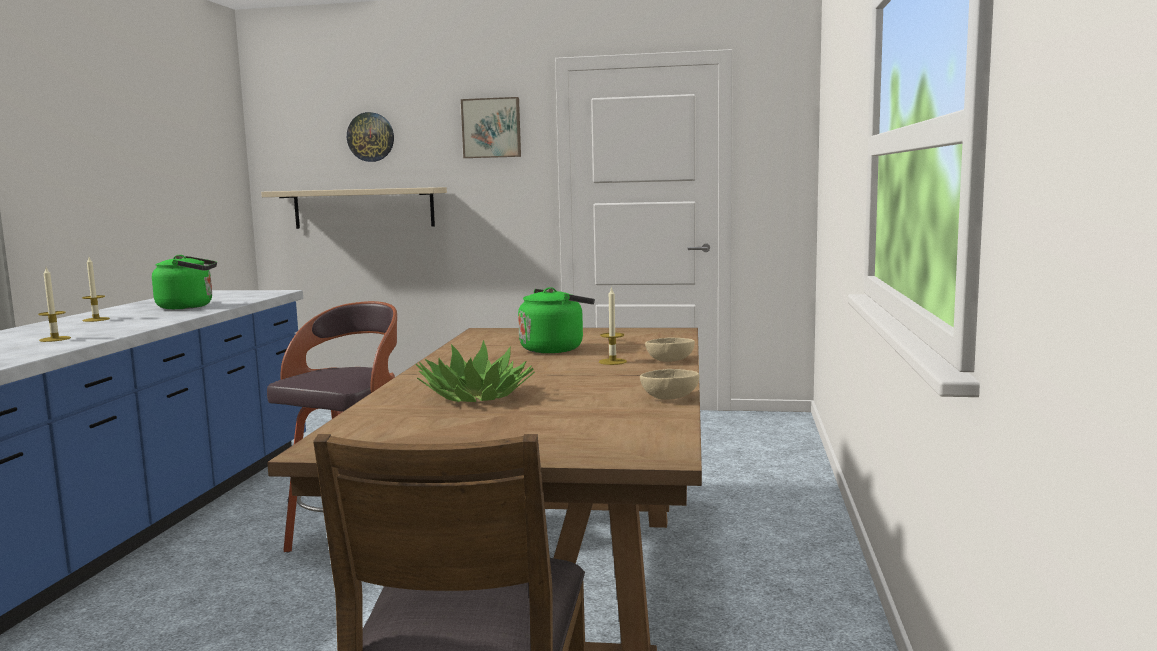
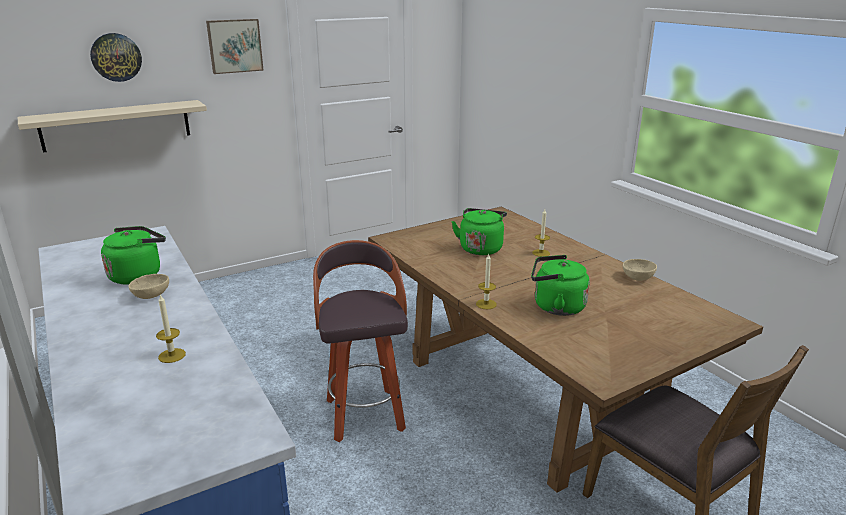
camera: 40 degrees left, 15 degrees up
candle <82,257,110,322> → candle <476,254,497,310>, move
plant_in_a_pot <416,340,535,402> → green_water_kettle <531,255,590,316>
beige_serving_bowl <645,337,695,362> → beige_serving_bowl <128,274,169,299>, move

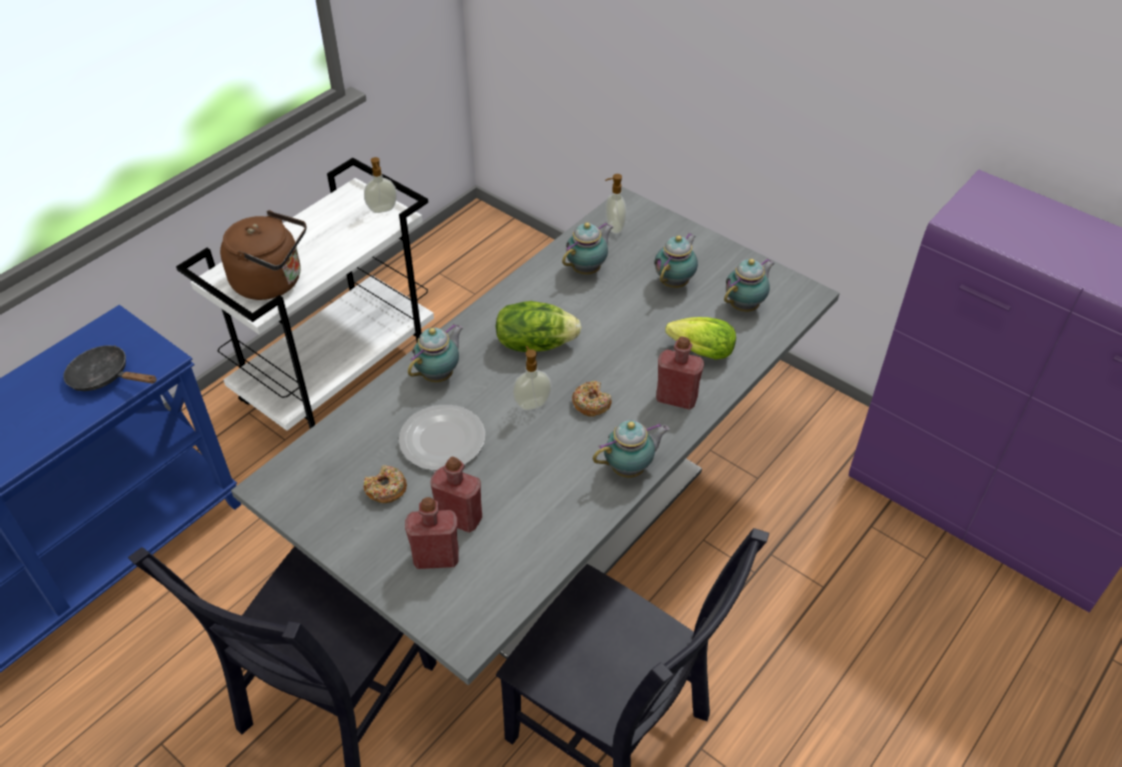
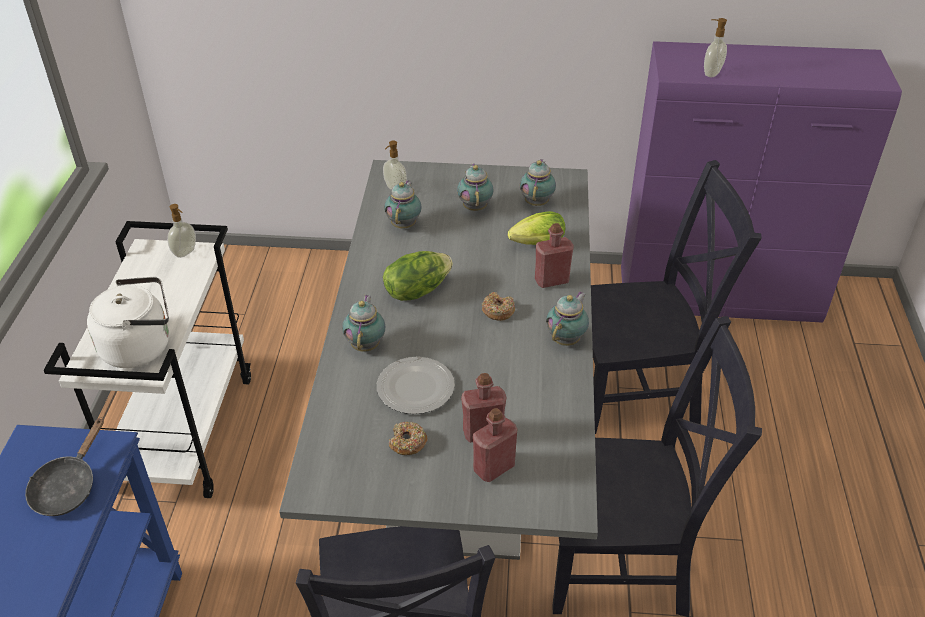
camera: 35 degrees left, 5 degrees down
black-coloured_frying_pan <63,345,157,391> → black-coloured_frying_pan <25,417,104,516>, 60 degrees counterclockwise
brown-coloured_water_kettle <220,210,306,300> → white_water_kettle <87,277,169,368>
liquid_soap_bottle <512,346,552,410> → liquid_soap_bottle <704,18,727,77>, move
- → black-coloured_upright_chair <591,160,762,434>

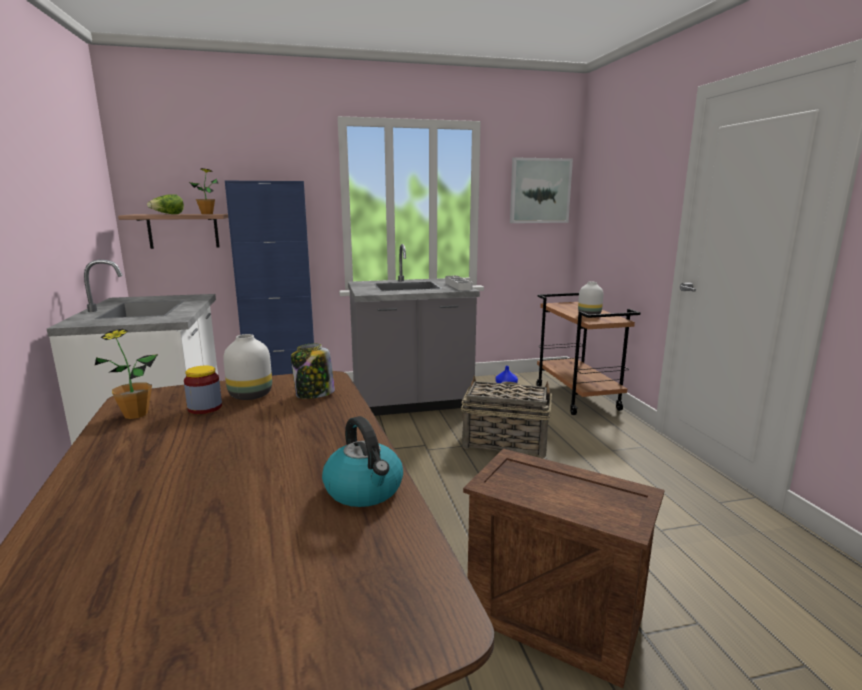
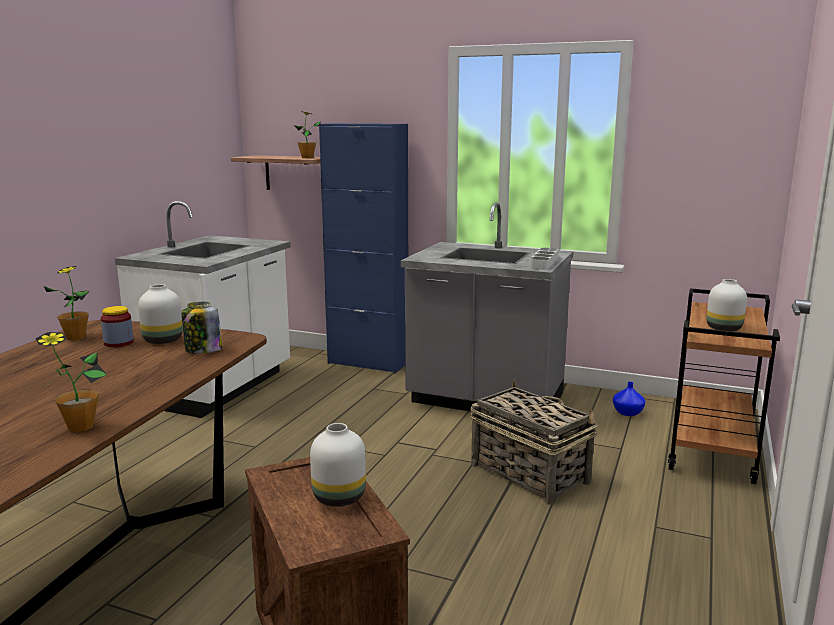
camera: 35 degrees right, 0 degrees up
lettuce_head <147,194,184,214> → -
water_kettle <322,416,403,507> → plant_in_a_pot <35,332,107,432>
picture <510,157,573,223> → -
- → white_decorative_vase <310,423,366,507>

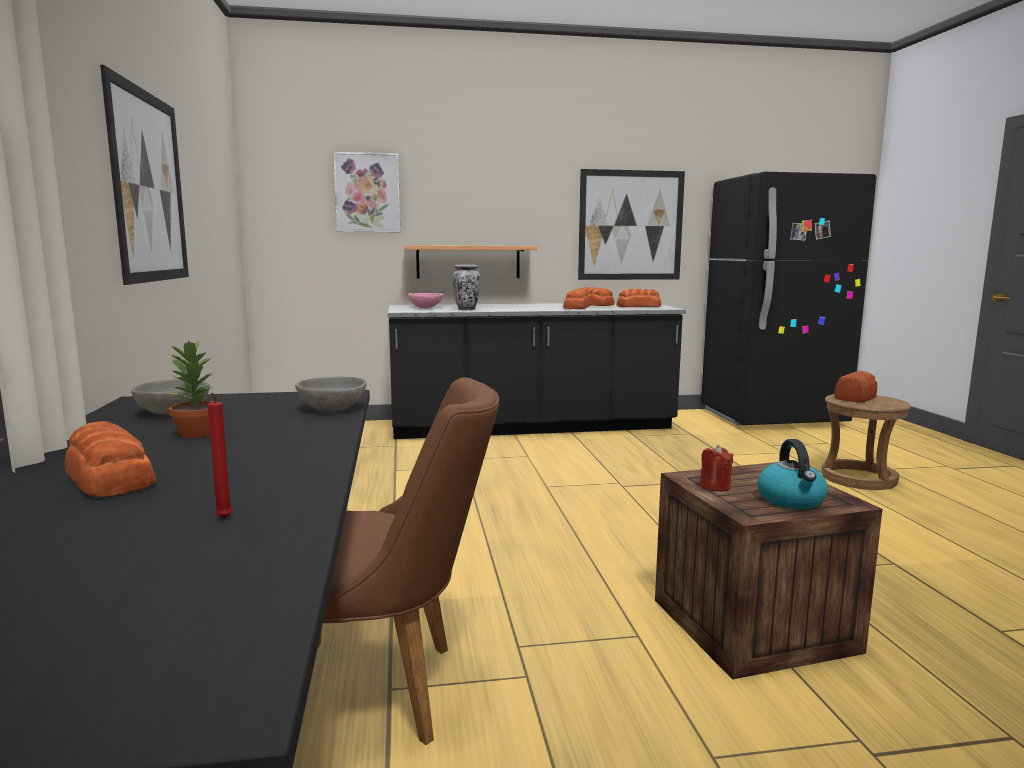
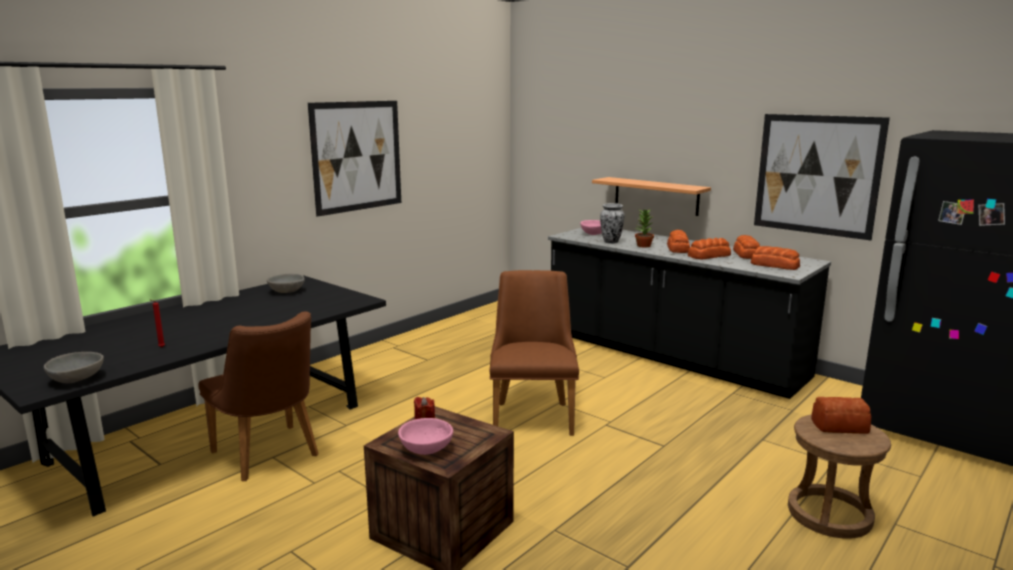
camera: 50 degrees right, 5 degrees up
bakery_bread <64,421,156,497> → bakery_bread <667,230,690,253>, move
plant_in_a_pot <167,341,214,438> → plant_in_a_pot <635,209,654,248>, move
gray_serving_bowl <295,376,367,411> → gray_serving_bowl <44,352,104,383>, move
picture <333,152,400,232> → -
water_kettle <757,439,828,509> → pink_serving_bowl <398,418,453,455>
- → brown-coloured_upright_chair <490,270,579,436>

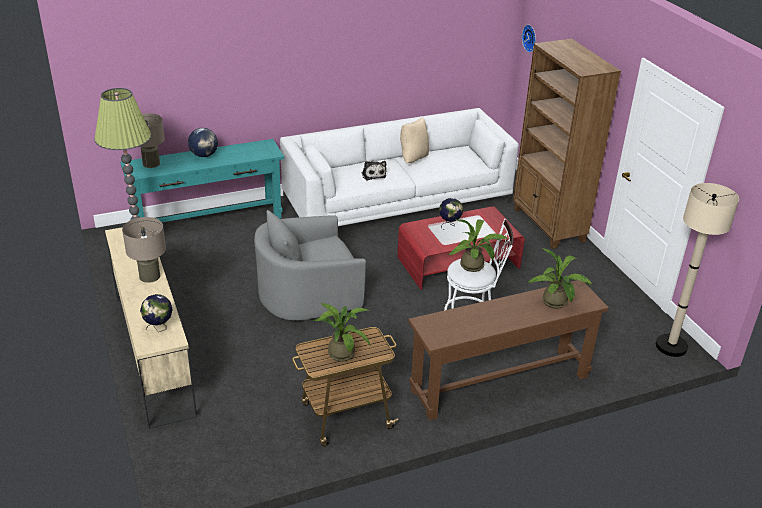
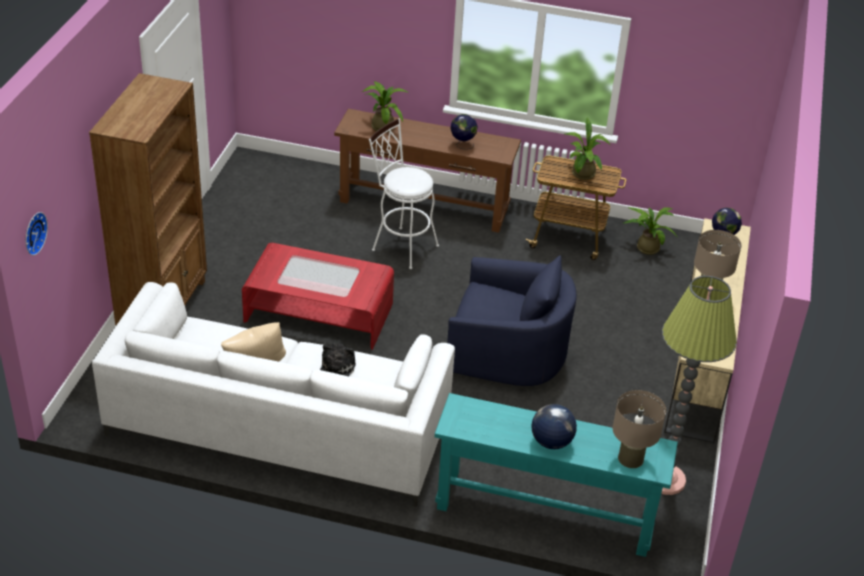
camera: 145 degrees left, 5 degrees up
gray_easy_chair <254,210,366,321> → bluish_easy_chair <447,256,577,386>
globe <439,198,463,229> → globe <450,114,478,149>, move
plant_in_a_pot <448,219,508,272> → plant_in_a_pot <624,207,678,255>, move
beige_standard_lamp <656,183,739,357> → -

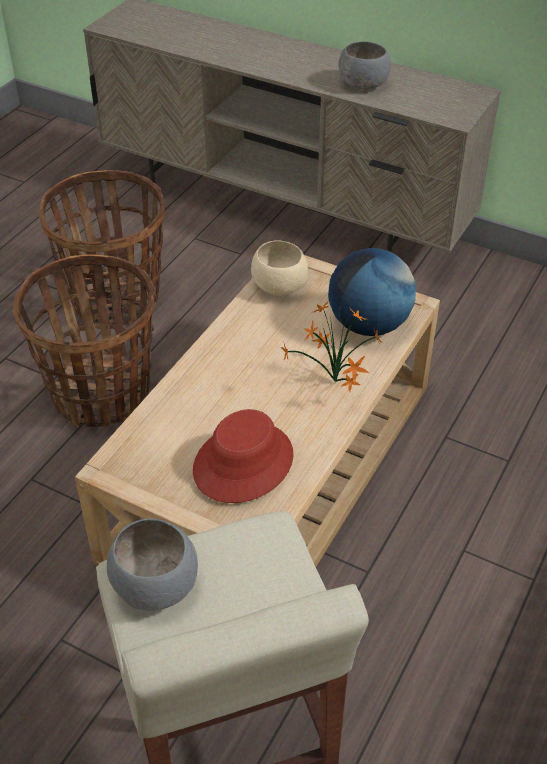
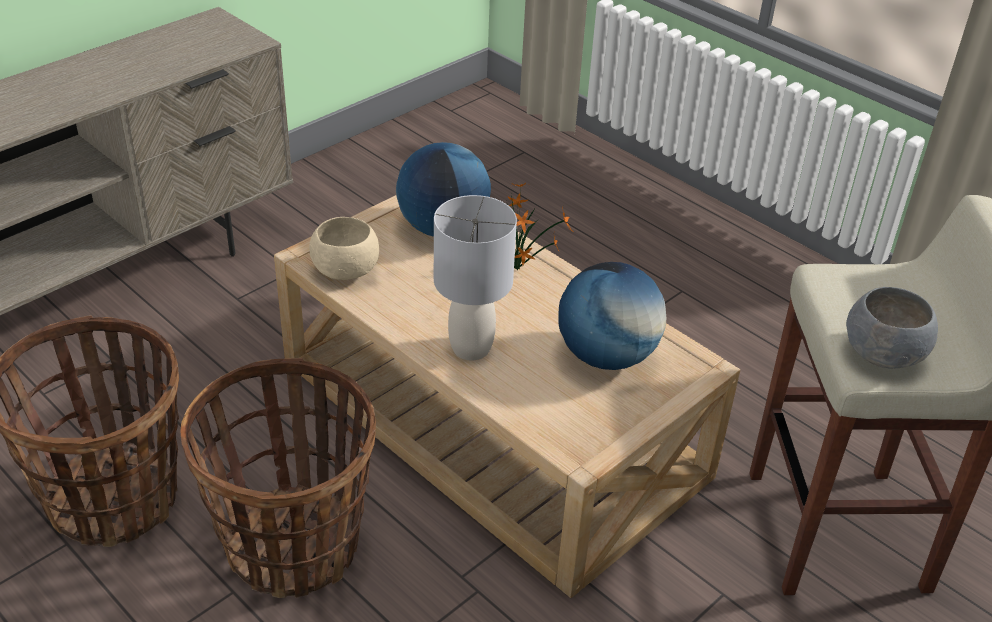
camera: 75 degrees left, 5 degrees down
reddish_hat <193,409,293,503> → globe <558,262,666,370>
gray_serving_bowl <338,41,391,89> → -
- → gray_table_lamp <434,195,517,360>

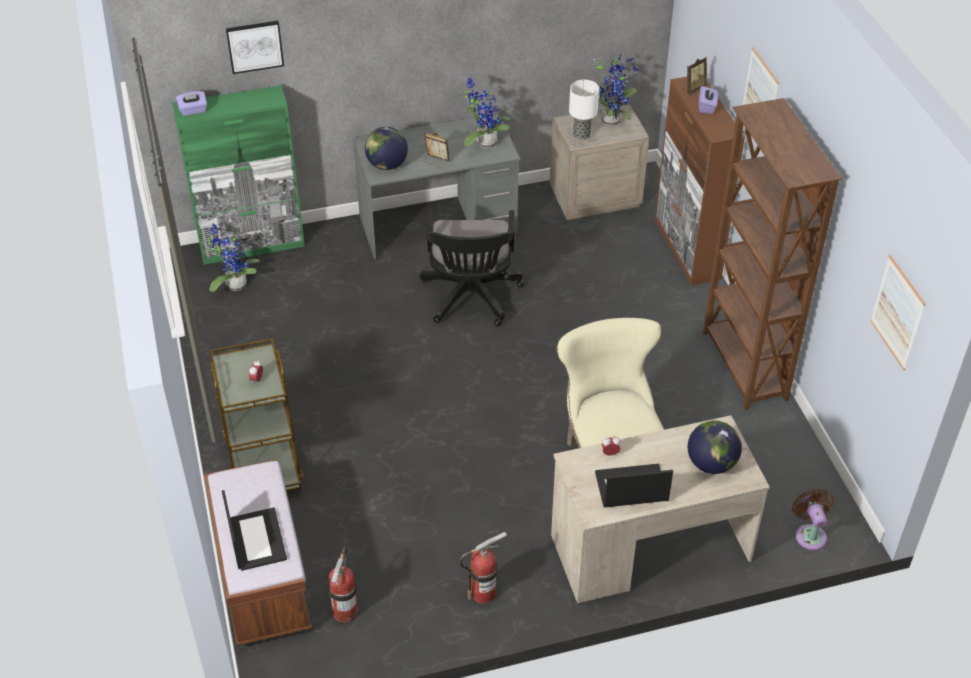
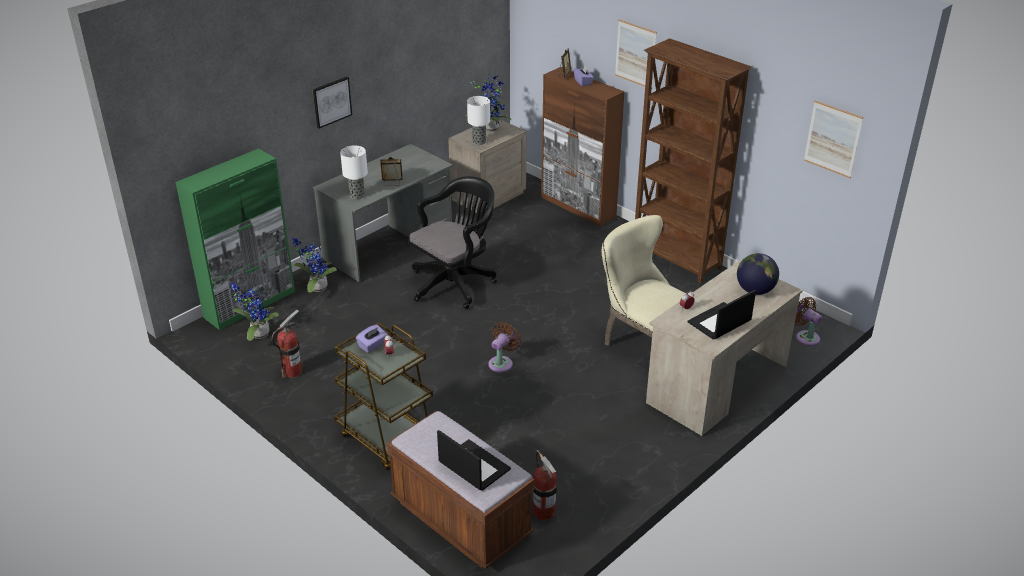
camera: 30 degrees left, 10 degrees down
purple-coloured_tissue_box <176,91,207,116> → purple-coloured_tissue_box <356,325,388,353>, move
picture <226,21,284,74> → picture <313,77,352,128>, move
globe <365,127,408,170> → table_lamp <340,146,368,199>
black-coloured_desk_chair <420,210,524,327> → black-coloured_desk_chair <408,176,497,309>, 105 degrees counterclockwise
fire_extinguisher <460,532,507,604> → fire_extinguisher <272,310,302,378>, move
plant_in_a_pot <464,78,510,148> → plant_in_a_pot <292,238,337,293>, move
- → brown-coloured_electric_fan <489,322,521,372>

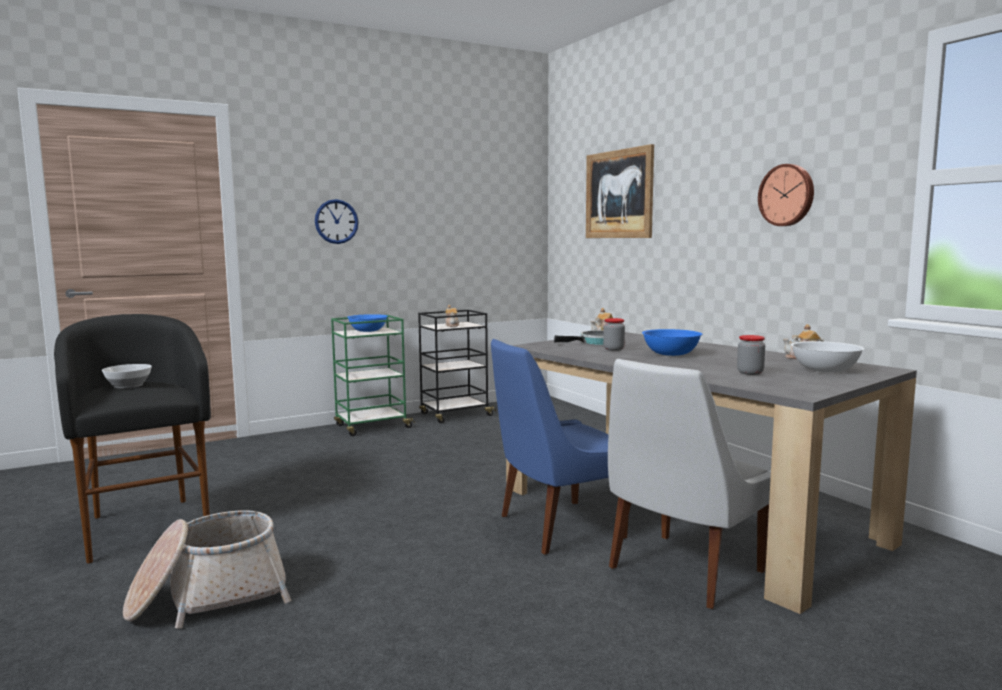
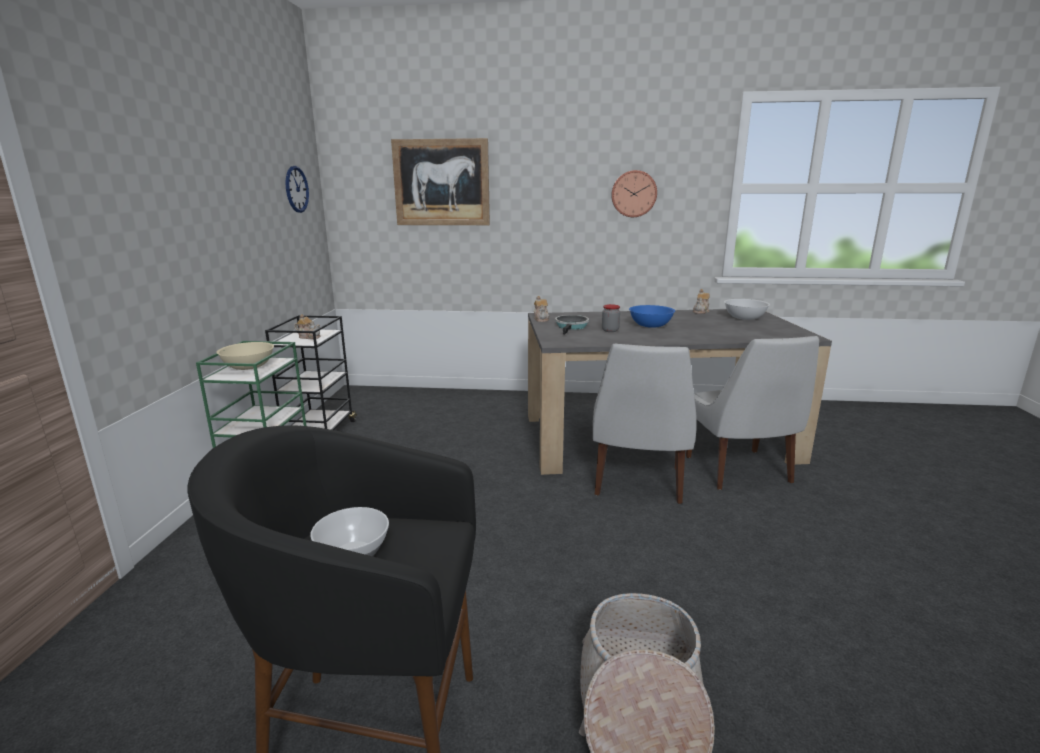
camera: 55 degrees left, 10 degrees up
clock_on_the_wall <315,199,358,244> → clock_on_the_wall <285,166,309,213>, move
bluish_serving_bowl <347,314,388,332> → beige_serving_bowl <217,342,274,370>
bluish_upright_chair <491,339,629,555> → white_upright_chair <593,344,697,504>
preserve_jar <737,335,765,375> → -

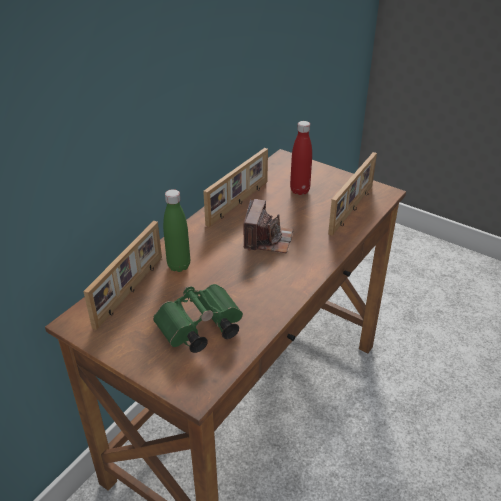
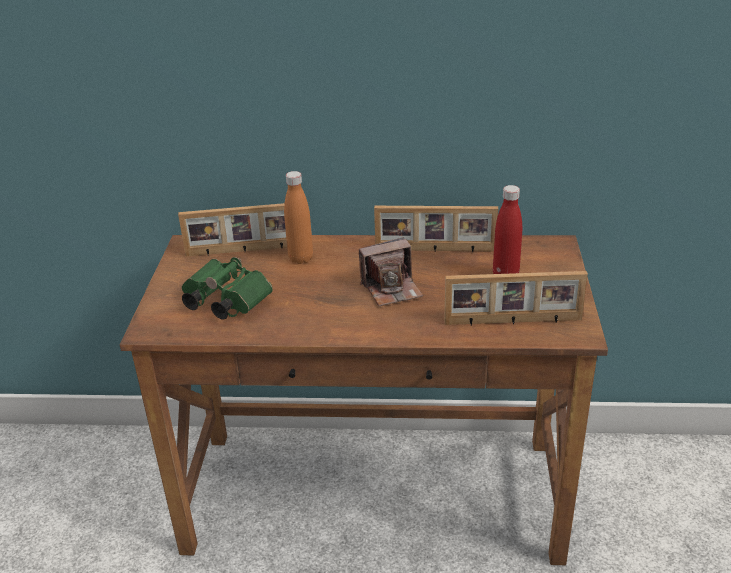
camera: 60 degrees right, 5 degrees down
green_bottle <163,189,190,272> → orange_bottle <284,171,313,264>

